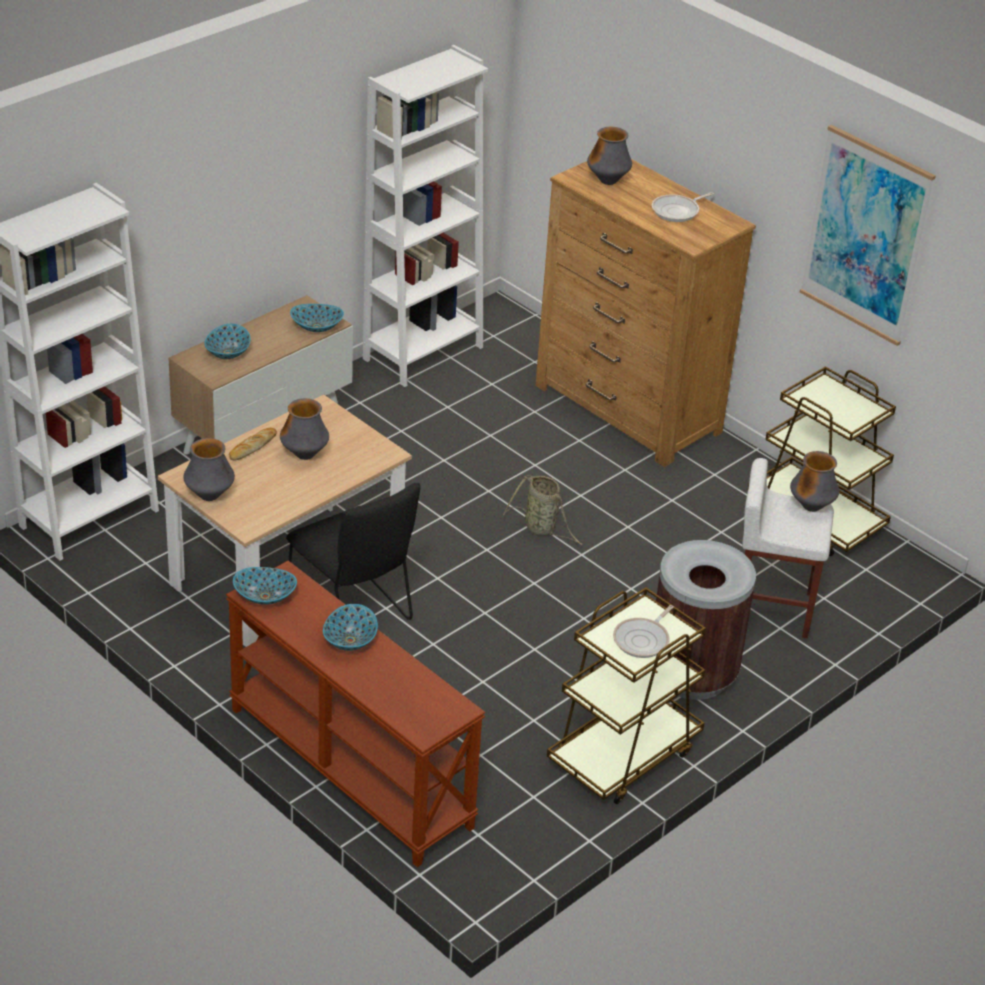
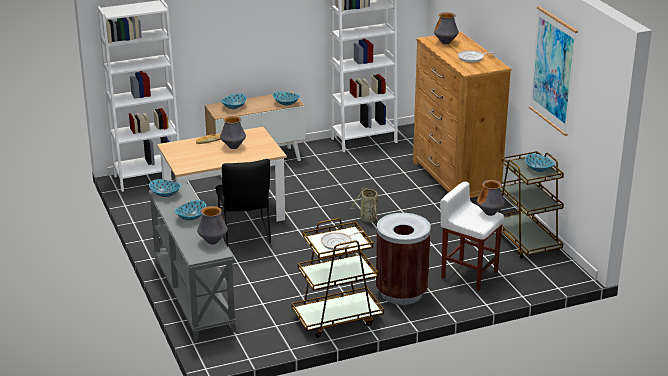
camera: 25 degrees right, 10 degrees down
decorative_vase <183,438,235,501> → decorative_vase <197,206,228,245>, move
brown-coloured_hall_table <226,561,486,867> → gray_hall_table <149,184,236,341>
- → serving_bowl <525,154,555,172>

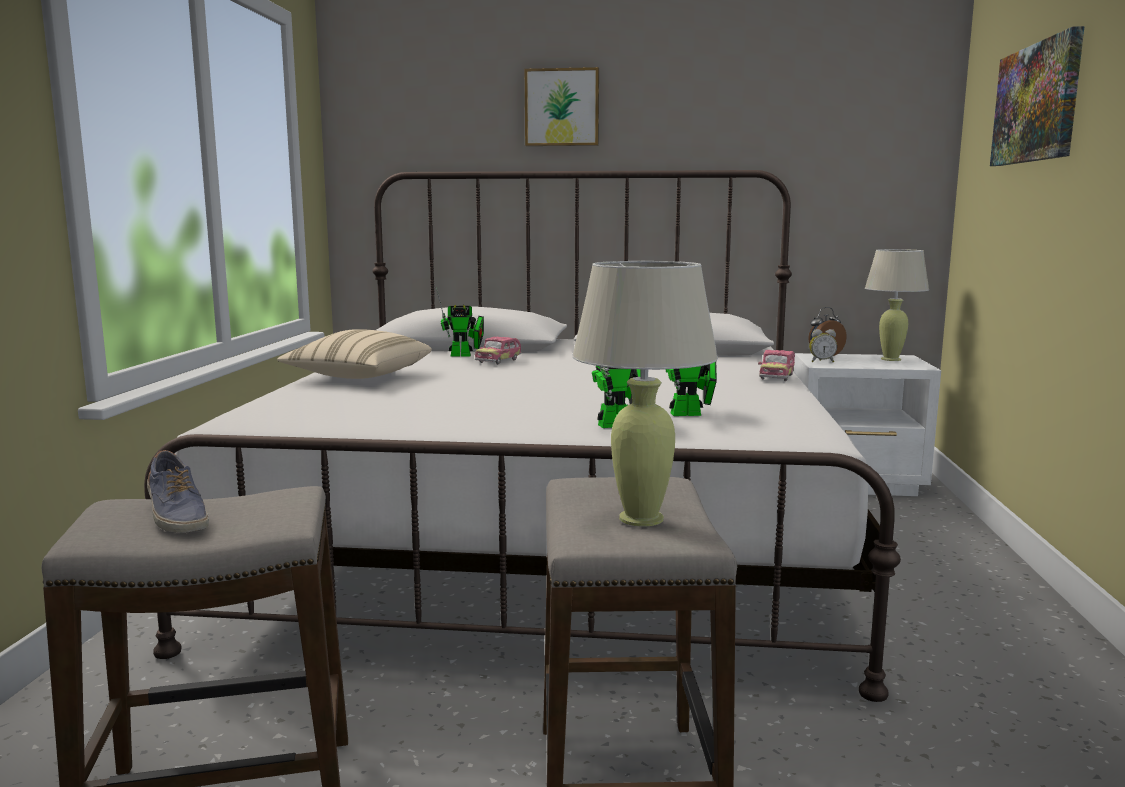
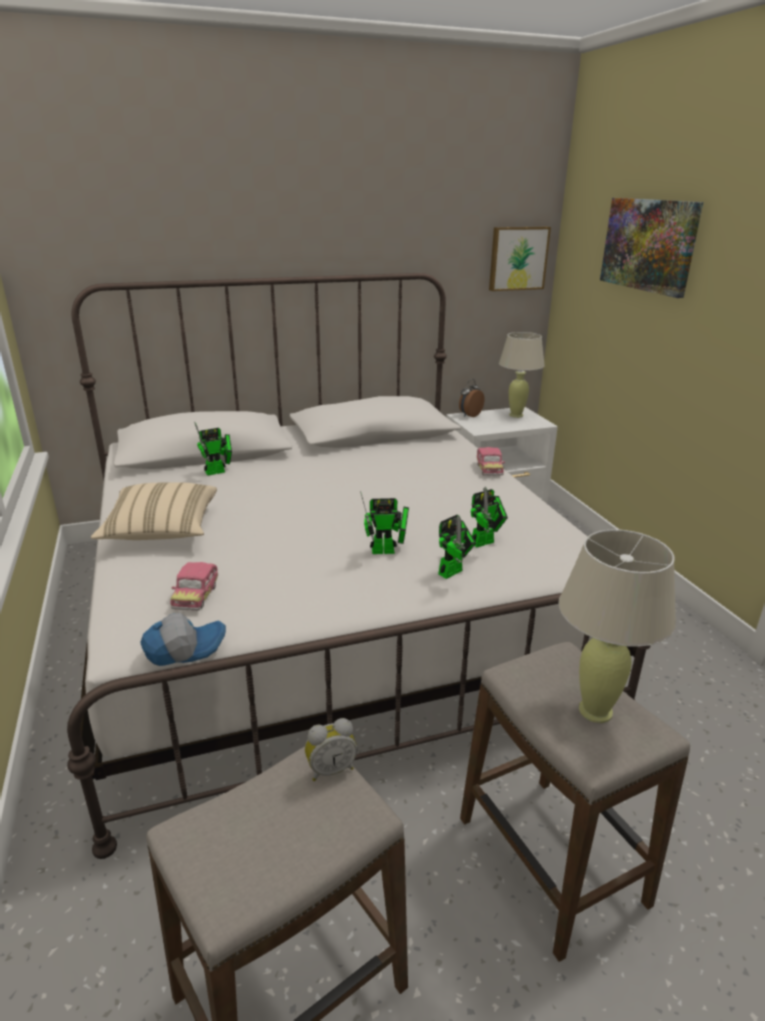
camera: 25 degrees left, 15 degrees up
item_of_footwear <147,450,209,533> → -
miniature_car <475,337,522,365> → miniature_car <170,562,218,611>, move
picture <525,67,599,146> → picture <489,227,551,291>, move
bedside_clock <809,329,837,362> → bedside_clock <305,718,357,781>, move
- → baseball_cap <140,613,226,666>
- → model_robot <360,491,409,554>

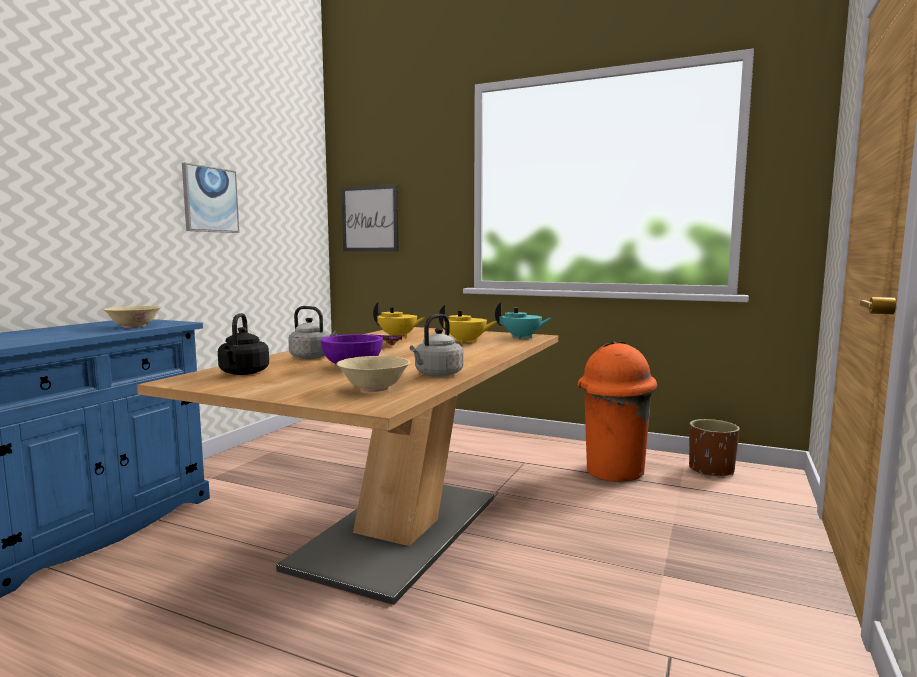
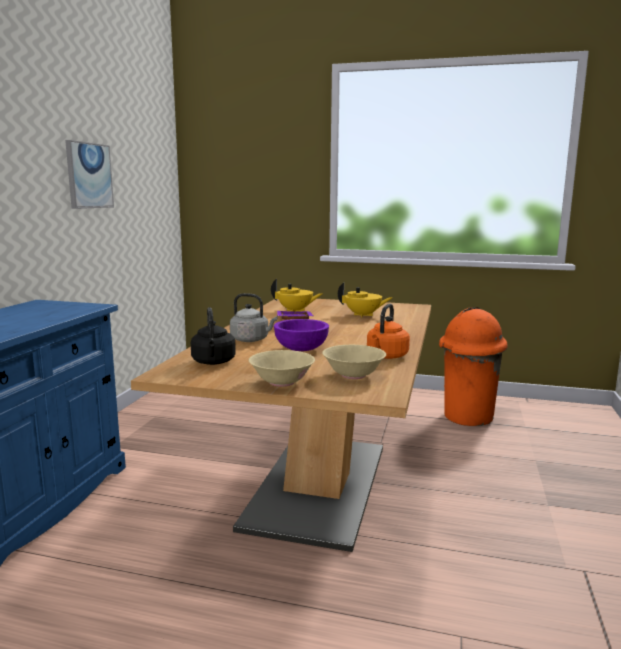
camera: 10 degrees left, 5 degrees up
beige_serving_bowl <103,306,161,328> → beige_serving_bowl <249,350,315,387>, move
picture <342,184,398,251> → -
gray_water_kettle <410,314,464,377> → orange_water_kettle <367,304,410,359>
blue-green_teapot <495,302,552,339> → -
brown-coloured_plant_pot <689,419,740,477> → -

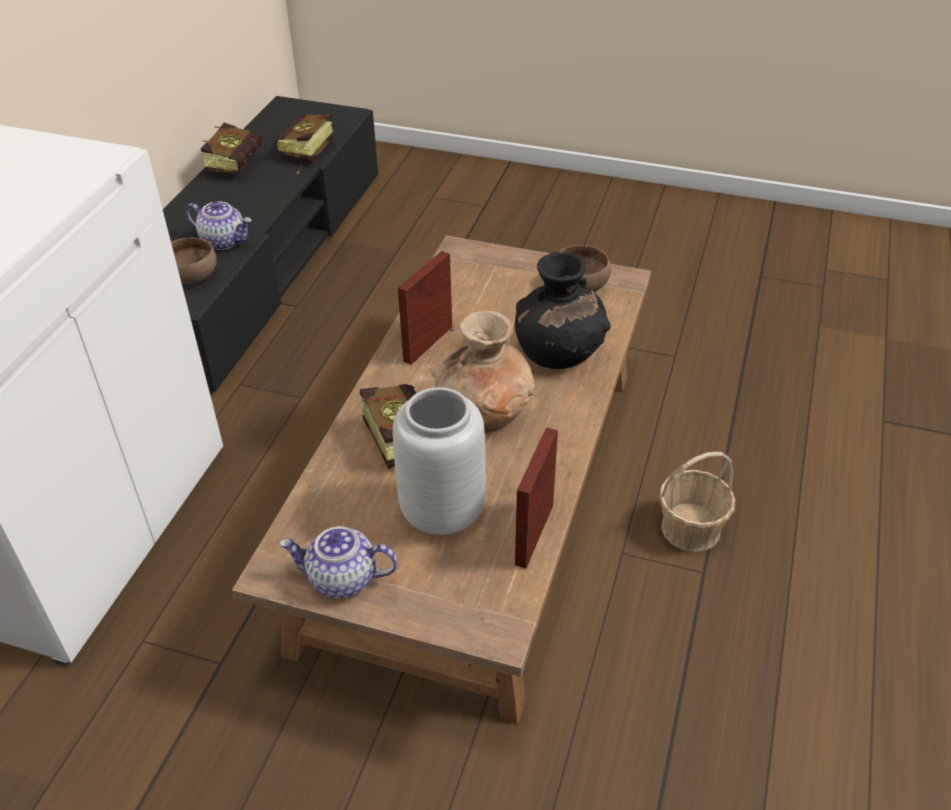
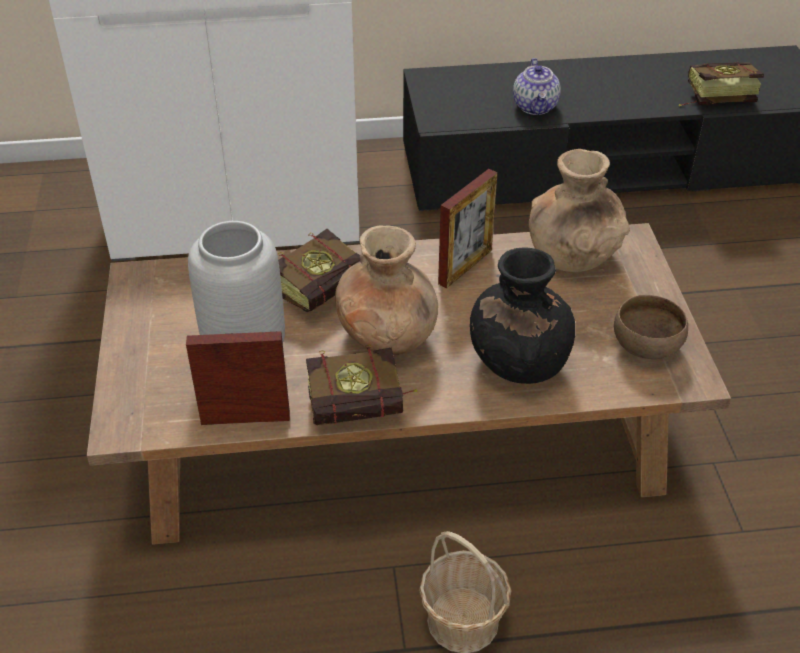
camera: 65 degrees right, 0 degrees up
brown-coloured_serving_bowl <171,238,217,284> → -
bound_book <201,123,262,174> → bound_book <306,344,417,425>, move
teapot <279,526,398,598> → -
standing_frame <398,251,452,365> → standing_frame <438,169,498,288>, 120 degrees clockwise
- → brown-coloured_decorative_vase <529,149,630,272>

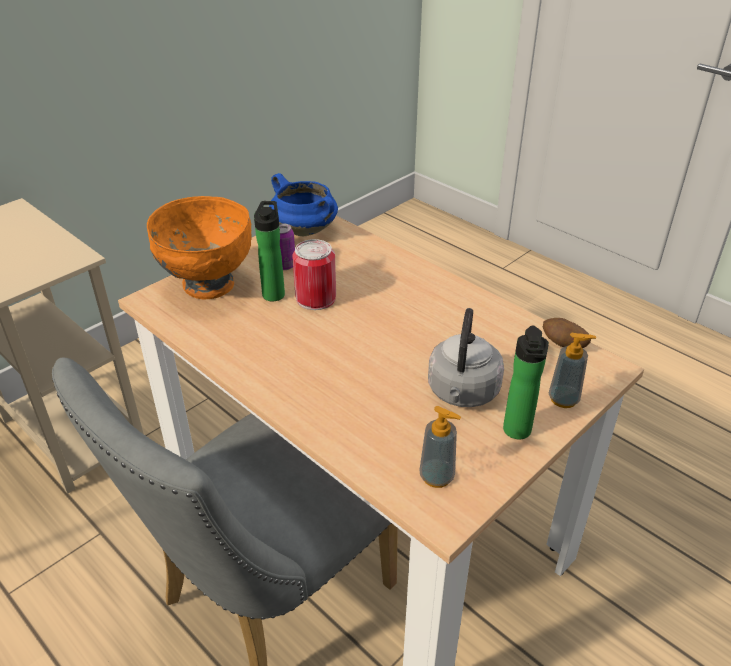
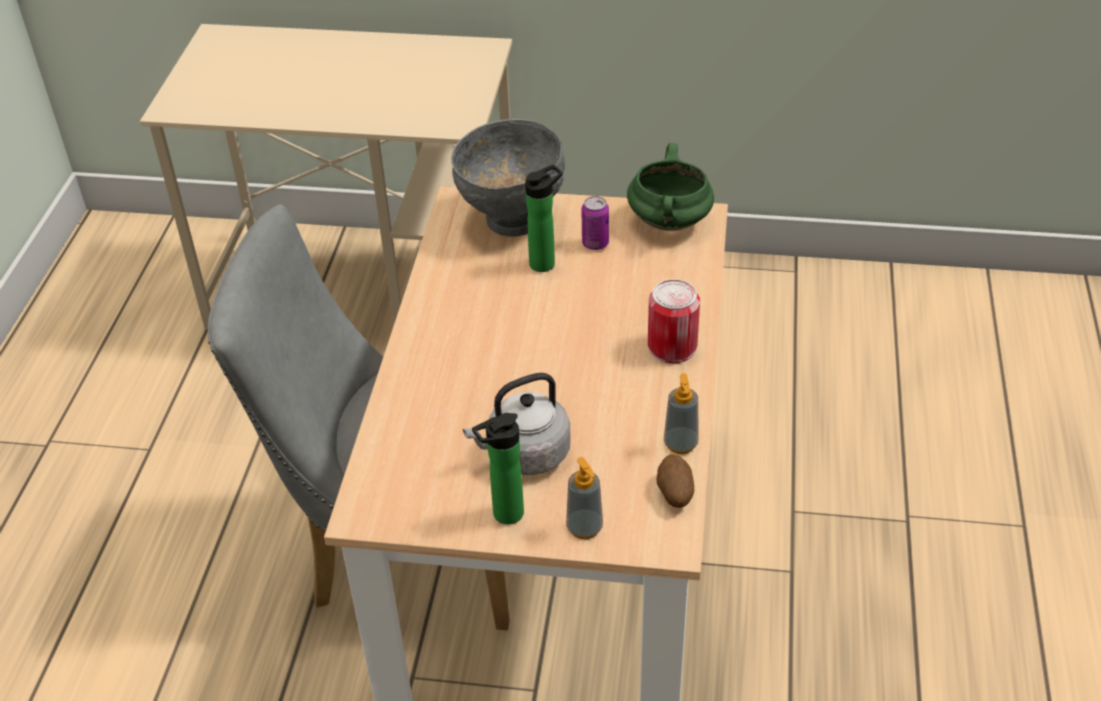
camera: 55 degrees right, 5 degrees up
orange_serving_bowl <147,196,252,299> → gray_serving_bowl <451,119,565,237>
bluish_stockpot <269,173,338,236> → green_stockpot <627,143,714,231>
can <292,239,336,310> → can <648,279,700,363>, move
liquid_soap_bottle <419,406,461,488> → liquid_soap_bottle <664,373,698,454>, move

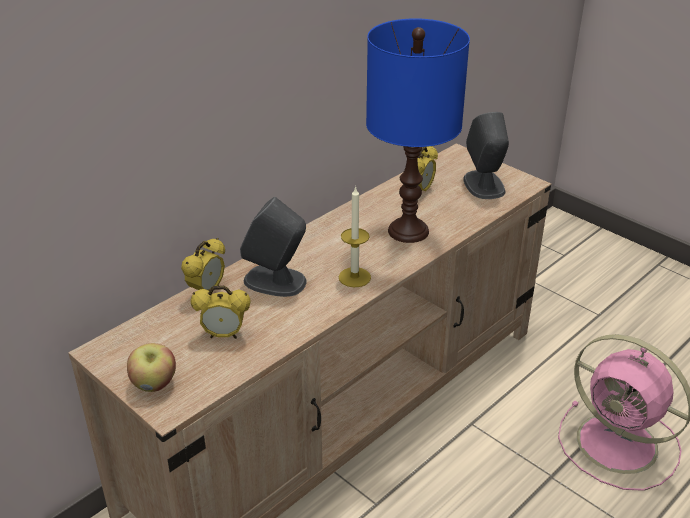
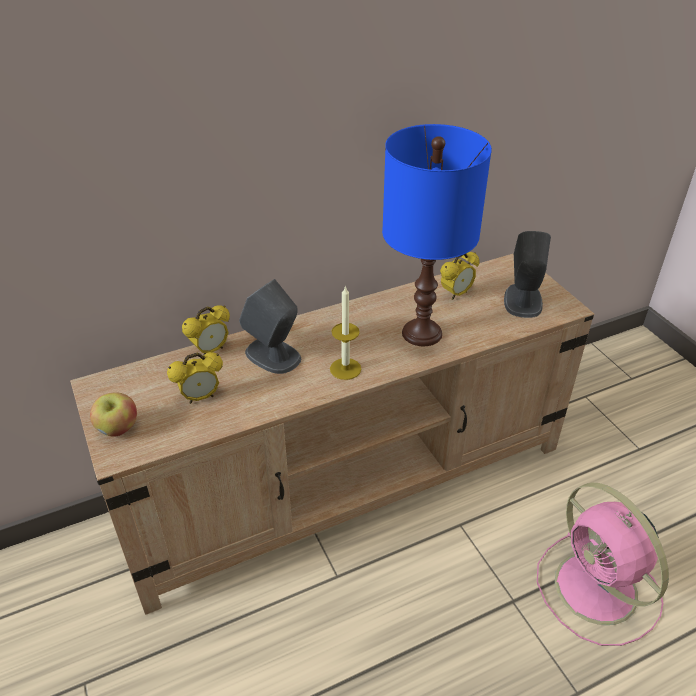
camera: 20 degrees right, 5 degrees up
bedside_clock <191,286,251,339> → bedside_clock <167,352,223,404>, 45 degrees counterclockwise

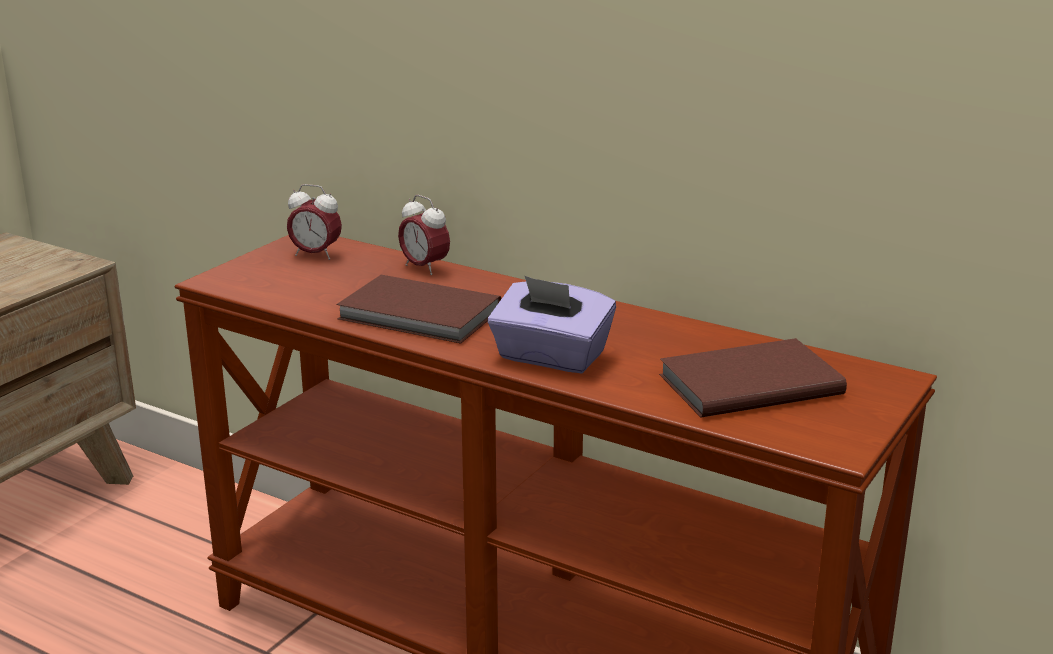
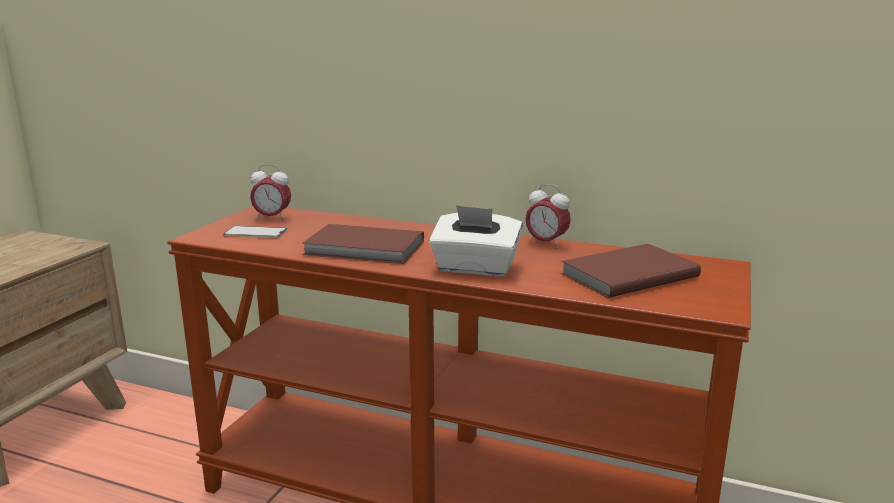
camera: 10 degrees left, 5 degrees down
bedside_clock <398,195,450,275> → bedside_clock <525,184,571,248>, move
purple-coloured_tissue_box <488,276,616,373> → white_tissue_box <429,205,523,276>
- → handset <223,226,287,238>

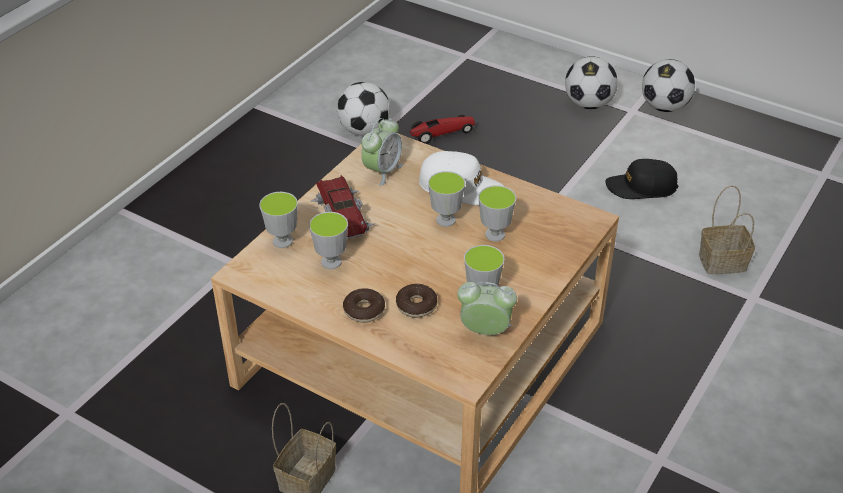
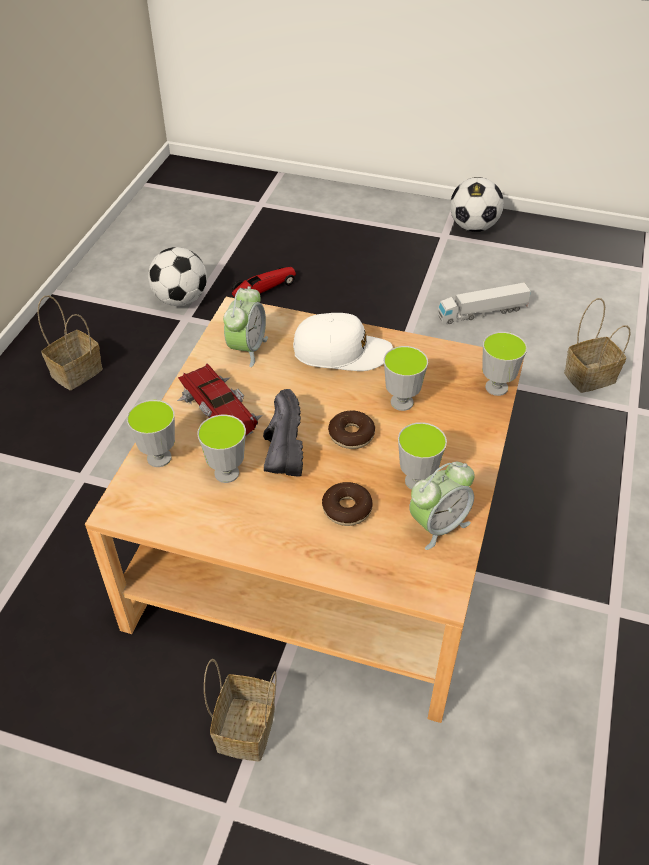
camera: 15 degrees left, 5 degrees up
donut <343,288,385,323> → donut <328,411,375,449>, move
drinking_cup <428,171,465,227> → drinking_cup <482,332,527,396>, move
bedside_clock <457,282,517,335> → bedside_clock <409,462,475,550>, 150 degrees clockwise
ball_for_football <565,56,618,109> → -
black-coloured_baseball_cap <605,159,678,199> → toy_truck <437,282,531,324>
- → household_basket <37,295,103,390>
- → black-coloured_item_of_footwear <263,389,303,476>

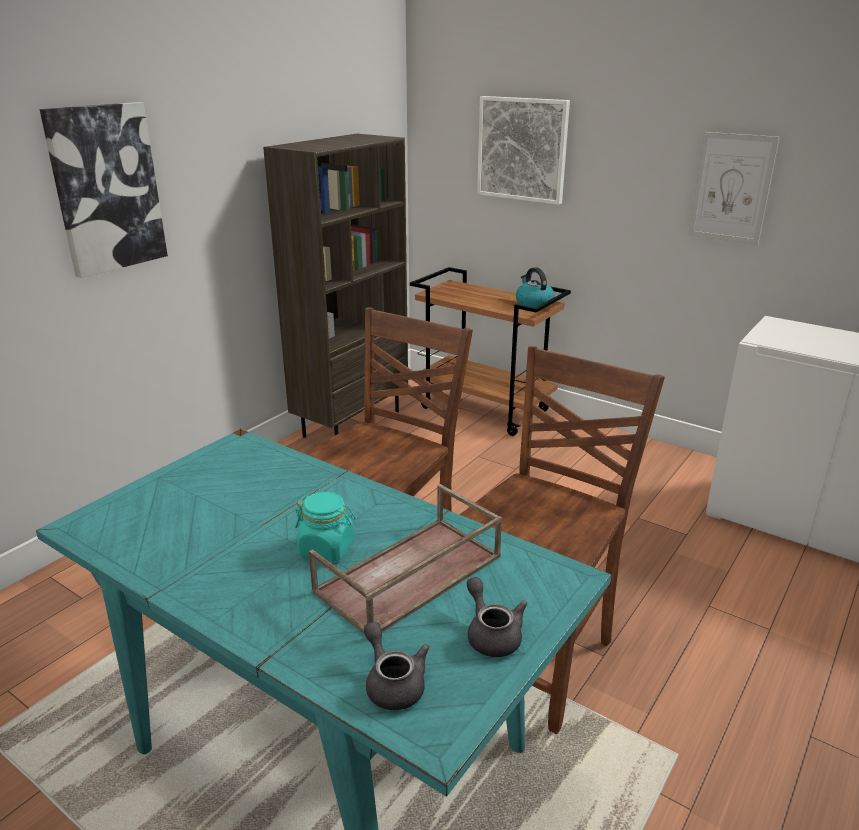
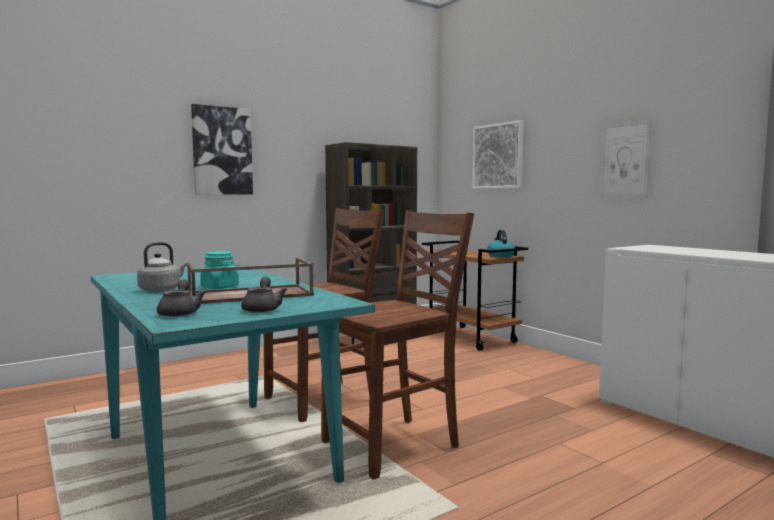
camera: 20 degrees right, 20 degrees down
- → gray_water_kettle <137,242,188,292>

